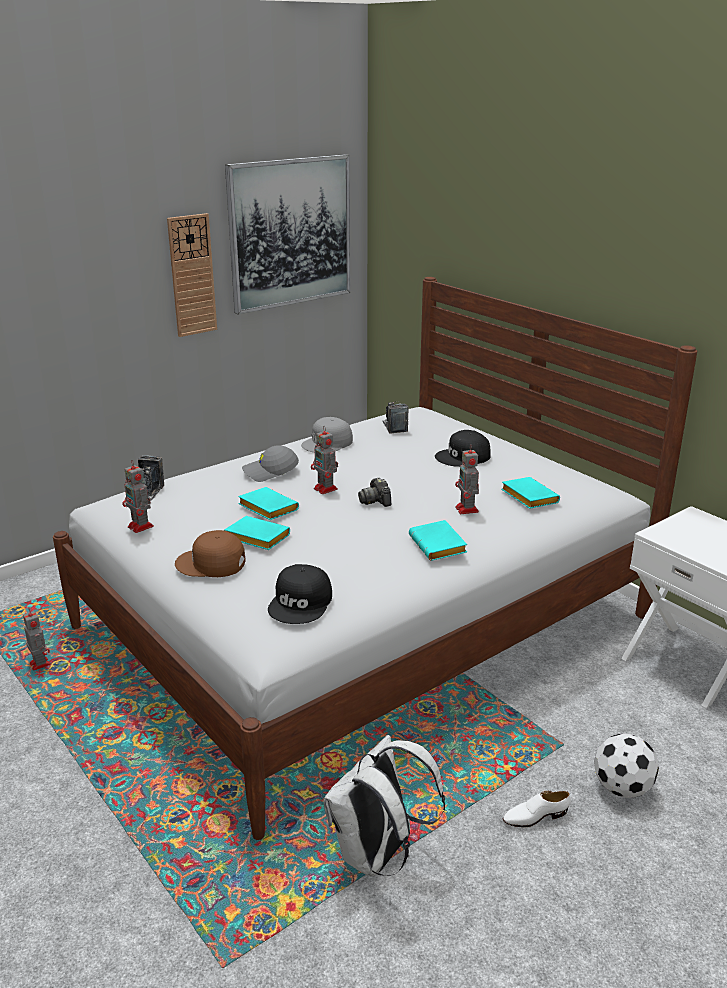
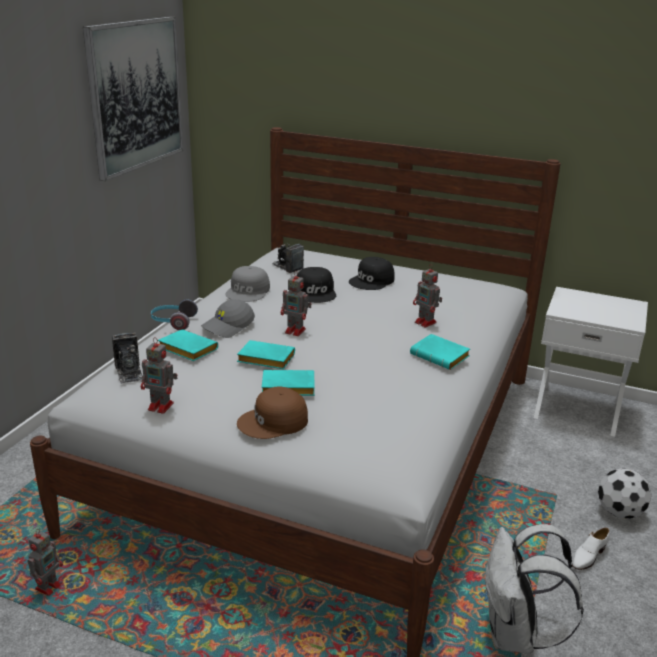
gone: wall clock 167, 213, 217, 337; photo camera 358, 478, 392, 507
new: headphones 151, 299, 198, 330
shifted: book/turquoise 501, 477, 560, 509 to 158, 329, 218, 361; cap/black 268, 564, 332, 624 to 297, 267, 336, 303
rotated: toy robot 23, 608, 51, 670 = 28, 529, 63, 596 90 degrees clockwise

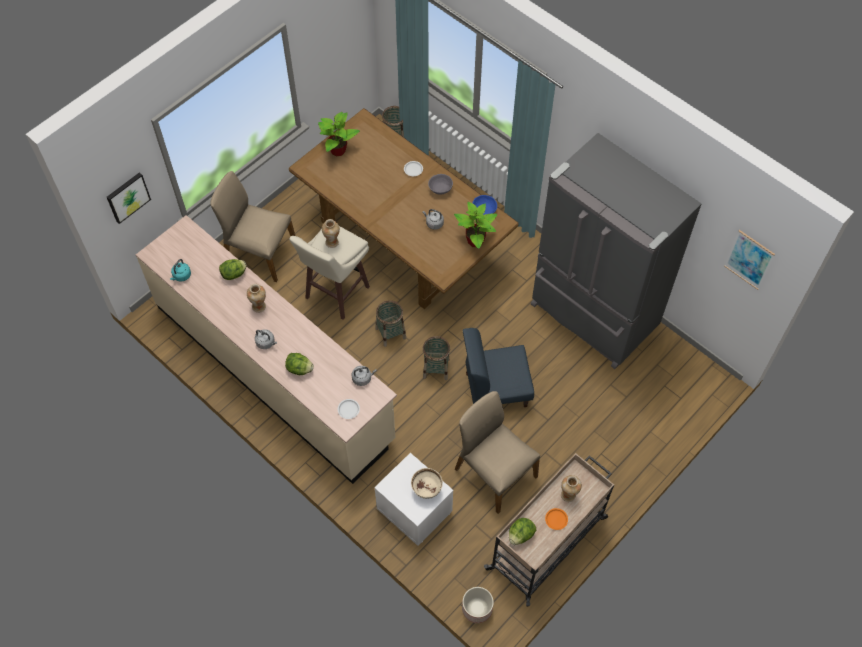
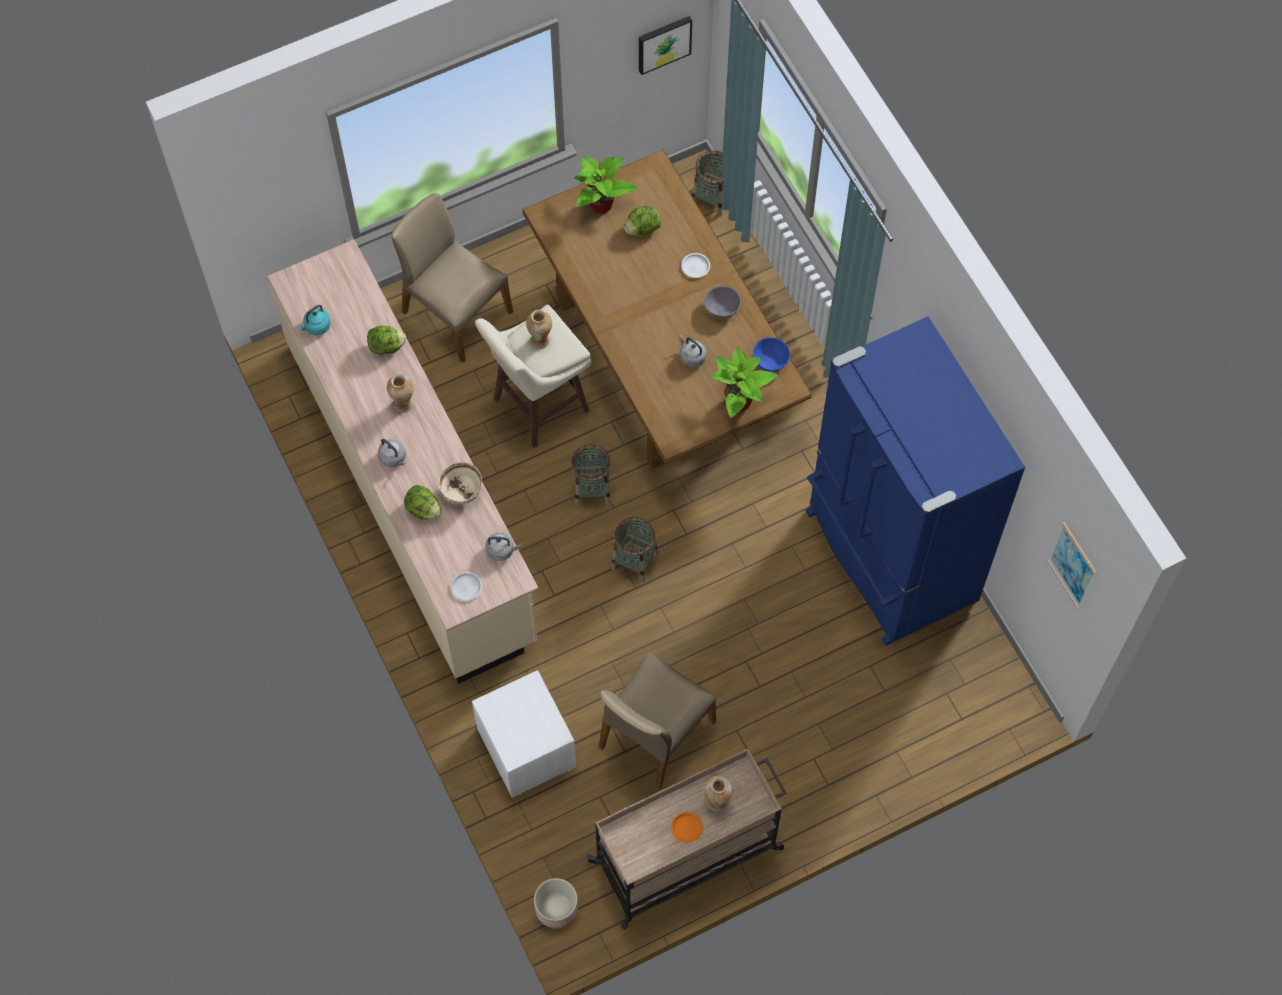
gone: chair/blue 462, 328, 534, 407
shifted: picture 107, 172, 151, 224 to 639, 16, 692, 75; bowl/beige 411, 468, 443, 499 to 438, 462, 482, 504; lettuce 509, 518, 537, 545 to 624, 206, 661, 235
repainted: fridge/grey 531, 133, 701, 369 to fridge/blue 806, 317, 1025, 646
rotated: chair/beige 455, 391, 540, 514 = 599, 652, 716, 790 120 degrees counterclockwise

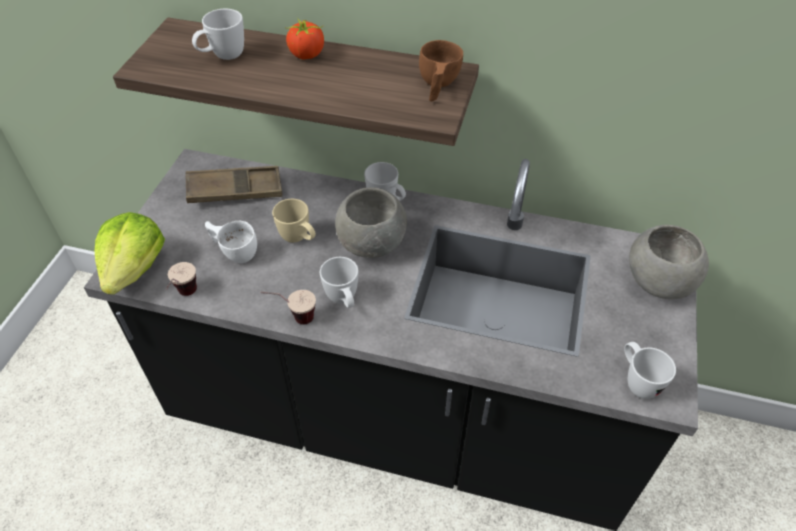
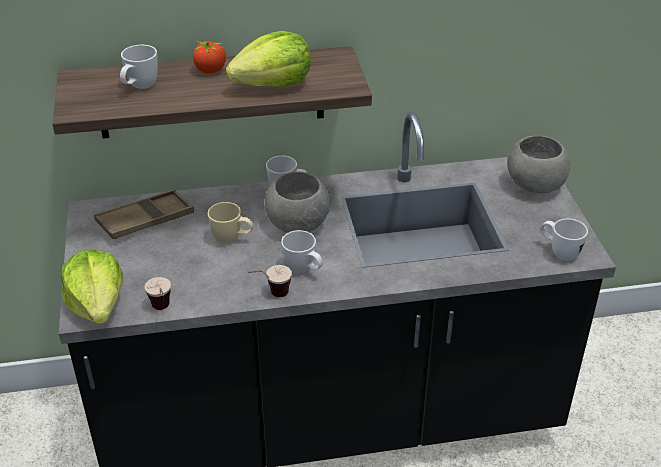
gone: cup/brown 419, 40, 463, 101; cup/white 205, 221, 257, 263
new: lettuce 226, 31, 311, 87

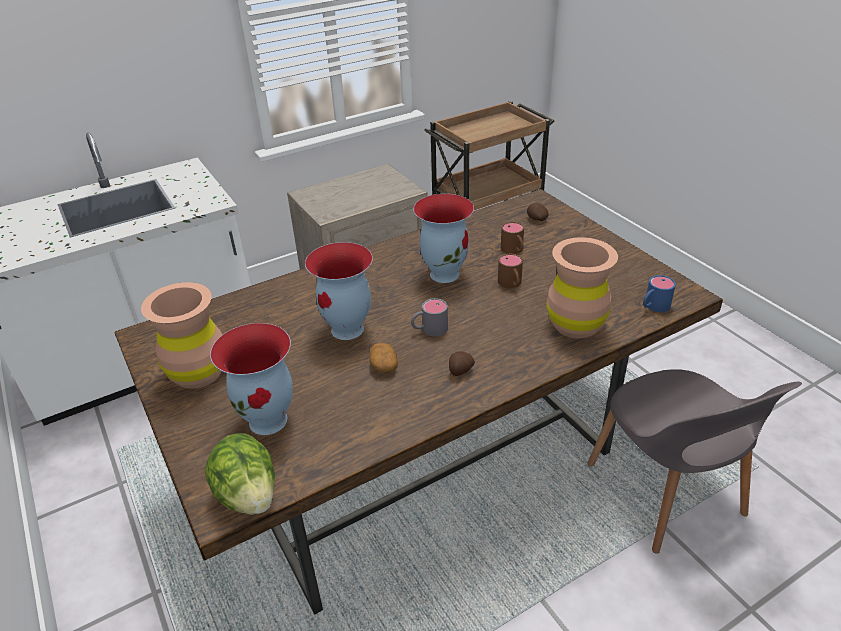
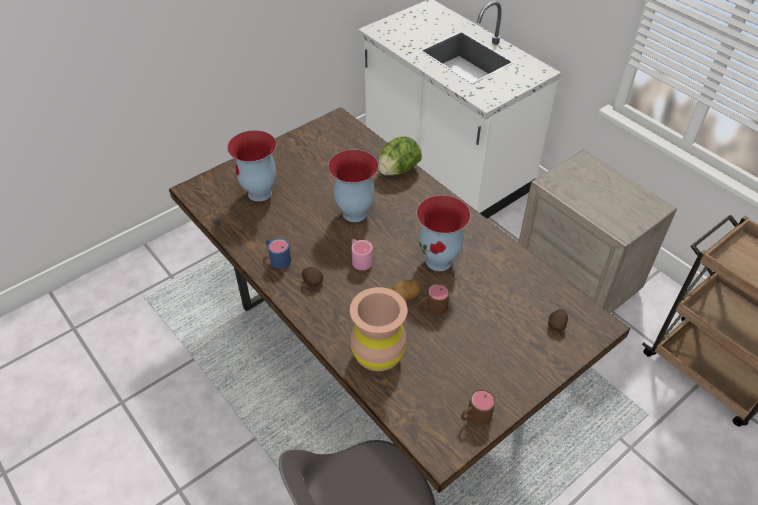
gone: vase/brown 141, 282, 222, 389
shifted: mug/brown 501, 222, 524, 254 to 461, 389, 495, 425; mug/blue 643, 275, 676, 312 to 266, 238, 291, 269; potato 369, 343, 398, 373 to 392, 280, 421, 301; lettuce 206, 433, 275, 515 to 378, 136, 422, 176
repainted: mug/grey 411, 298, 448, 336 to mug/pink 352, 239, 373, 270

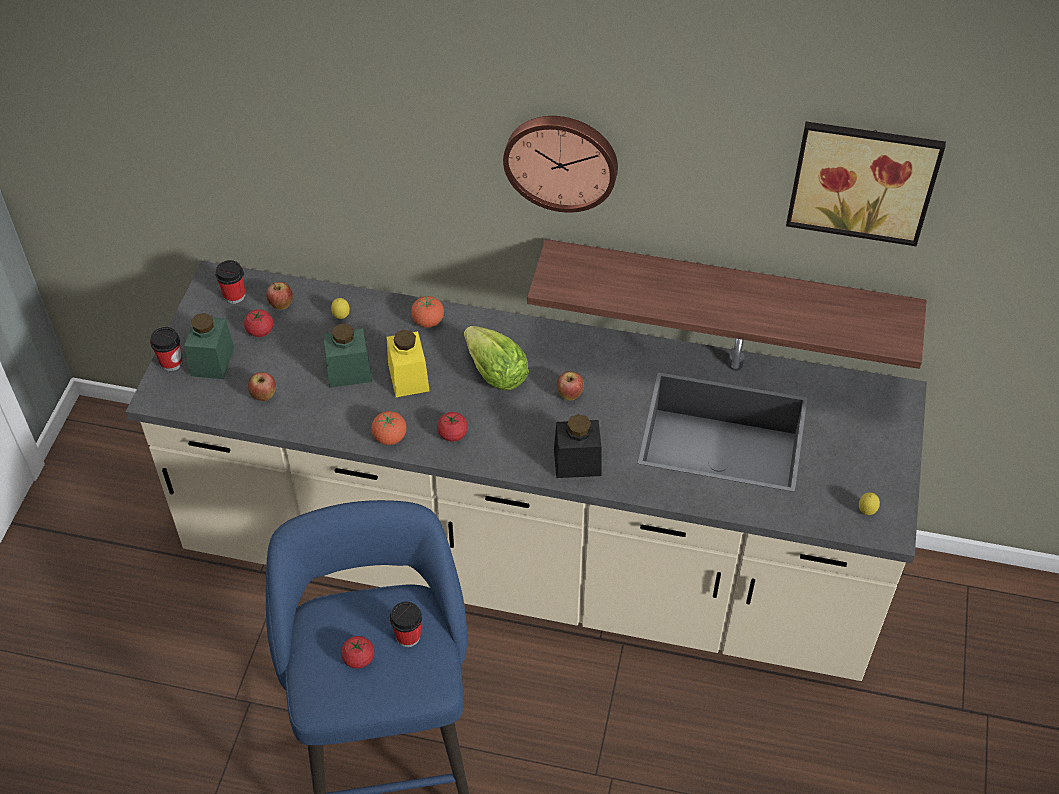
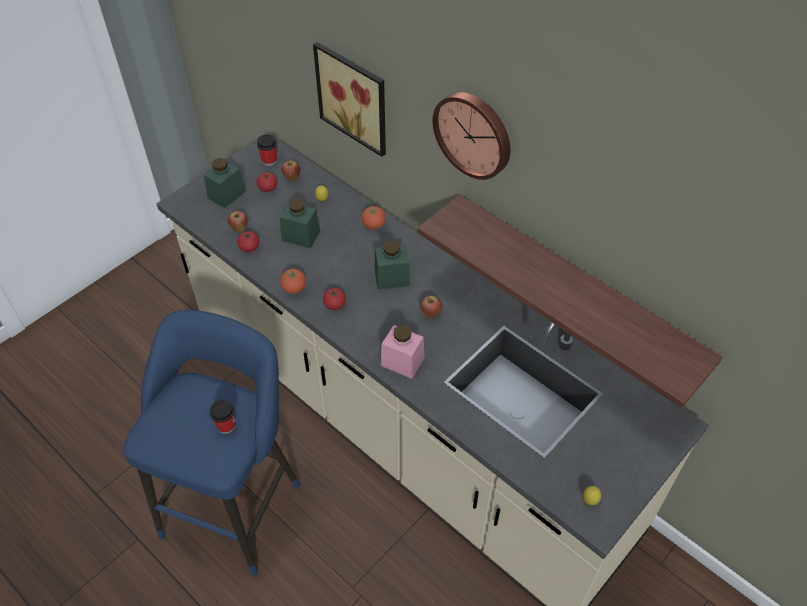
gone: cup 150, 327, 183, 371; jar/yellow 387, 330, 430, 397
shifted: picture 786, 121, 946, 246 to 313, 42, 386, 157; tomato 341, 636, 374, 669 to 237, 231, 260, 252
swapped: lettuce 464, 326, 529, 391 to jar/green 375, 241, 410, 289
repainted: jar/black 554, 414, 602, 478 to jar/pink 381, 325, 425, 379

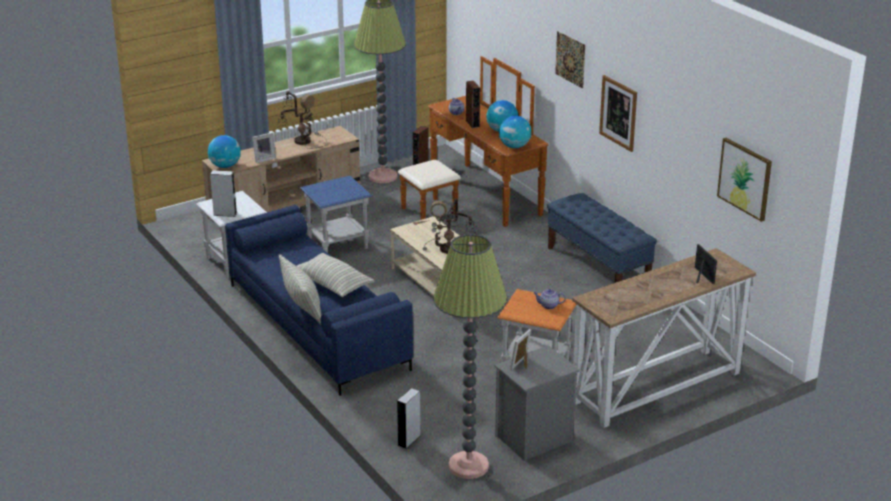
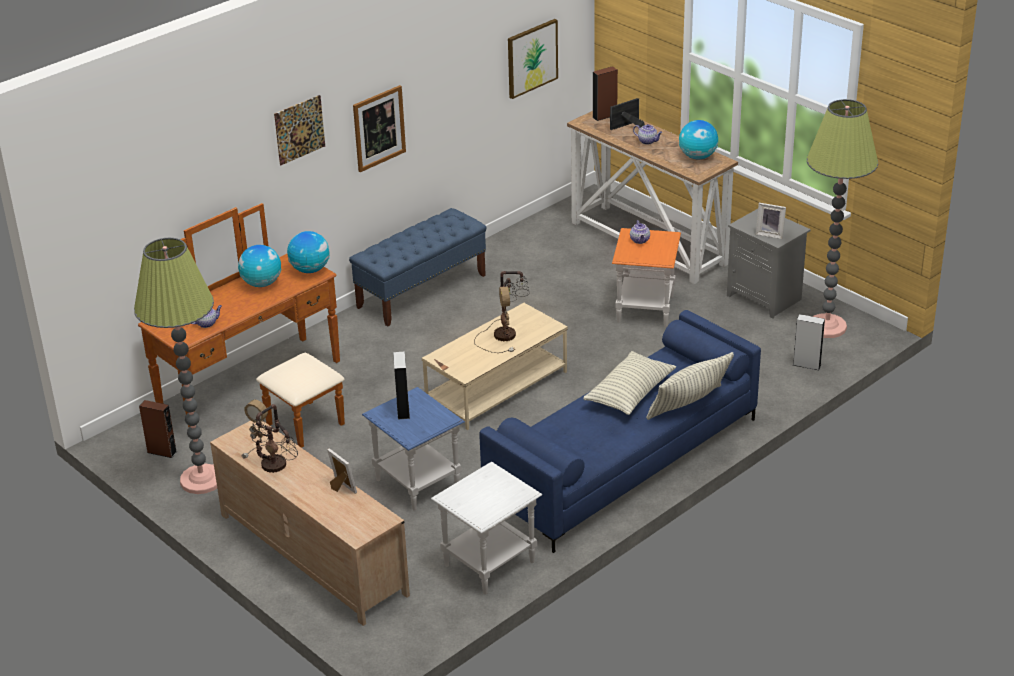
new: teapot 633, 124, 663, 145
shifted: speaker/brown 466, 81, 480, 128 to 592, 66, 618, 121; globe 208, 135, 241, 168 to 679, 120, 718, 160; speaker/grey 210, 170, 237, 217 to 393, 351, 410, 420

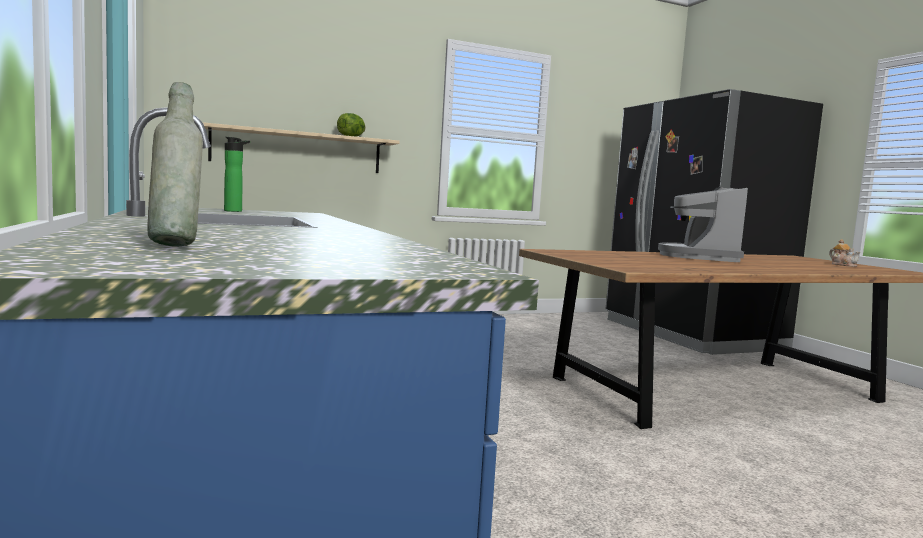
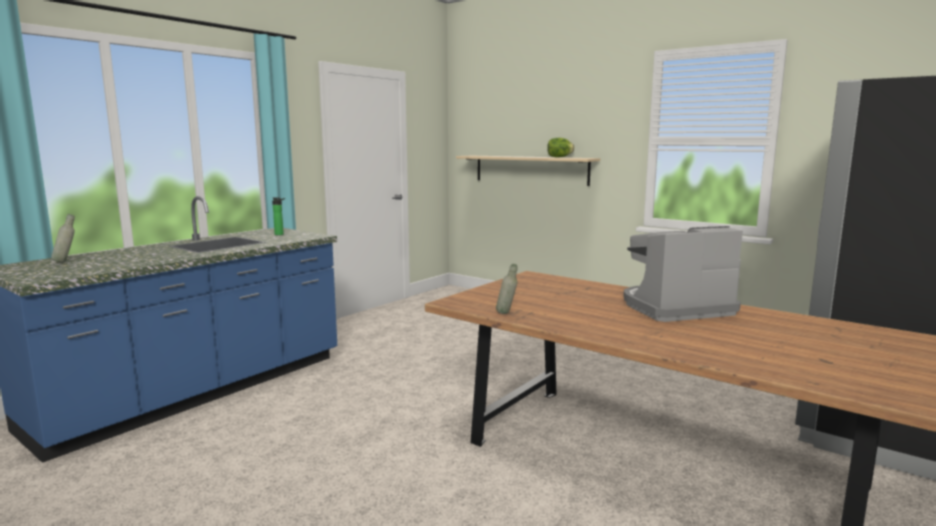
gone: teapot 829, 239, 860, 267
new: bottle/grey 496, 264, 518, 314

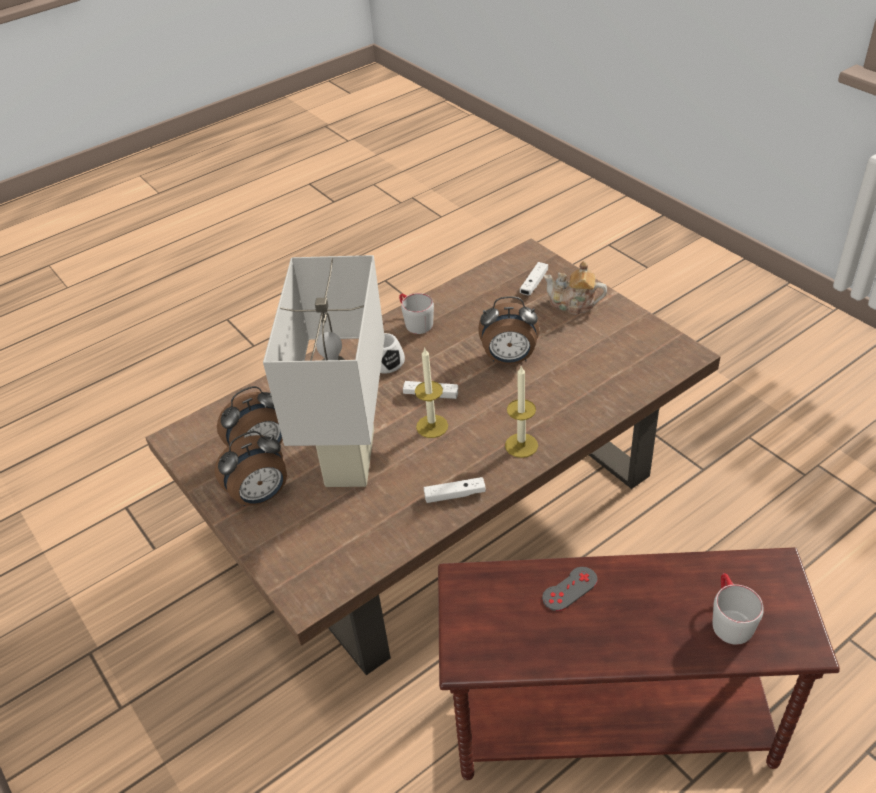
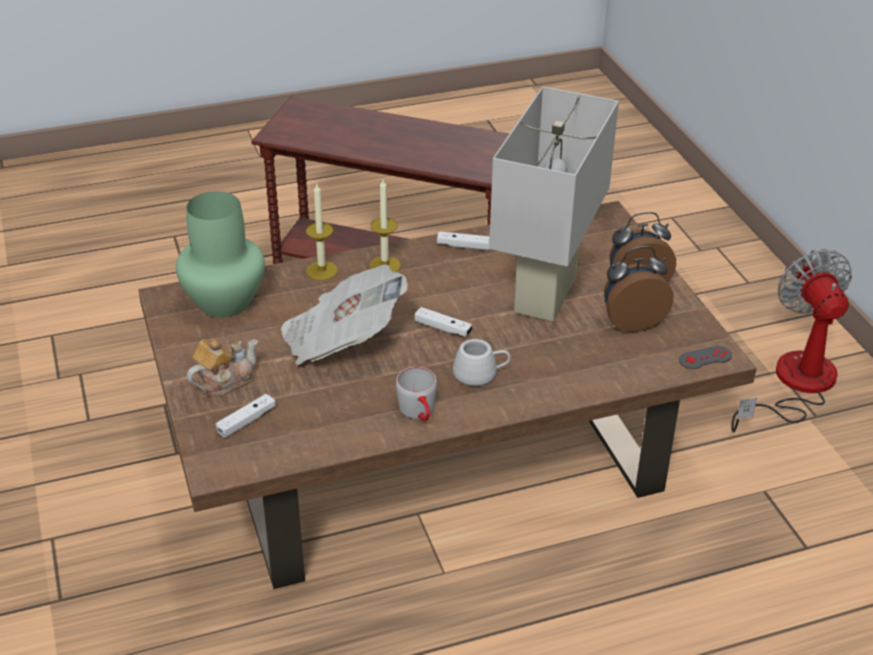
gone: mug/grey 712, 573, 764, 645
new: vase/green 176, 191, 265, 317; fan 731, 249, 852, 432
shifted: candle 415, 347, 448, 438 to 306, 184, 338, 280; game controller/grey 542, 567, 598, 611 to 679, 346, 732, 369
swapped: alarm clock 479, 296, 539, 364 to newspaper 281, 265, 408, 365
rotated: teapot 544, 261, 607, 315 = 187, 339, 258, 397 75 degrees counterclockwise

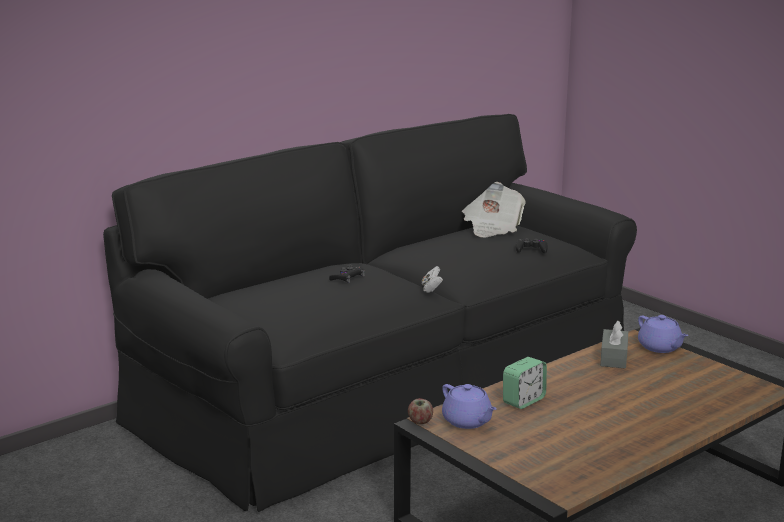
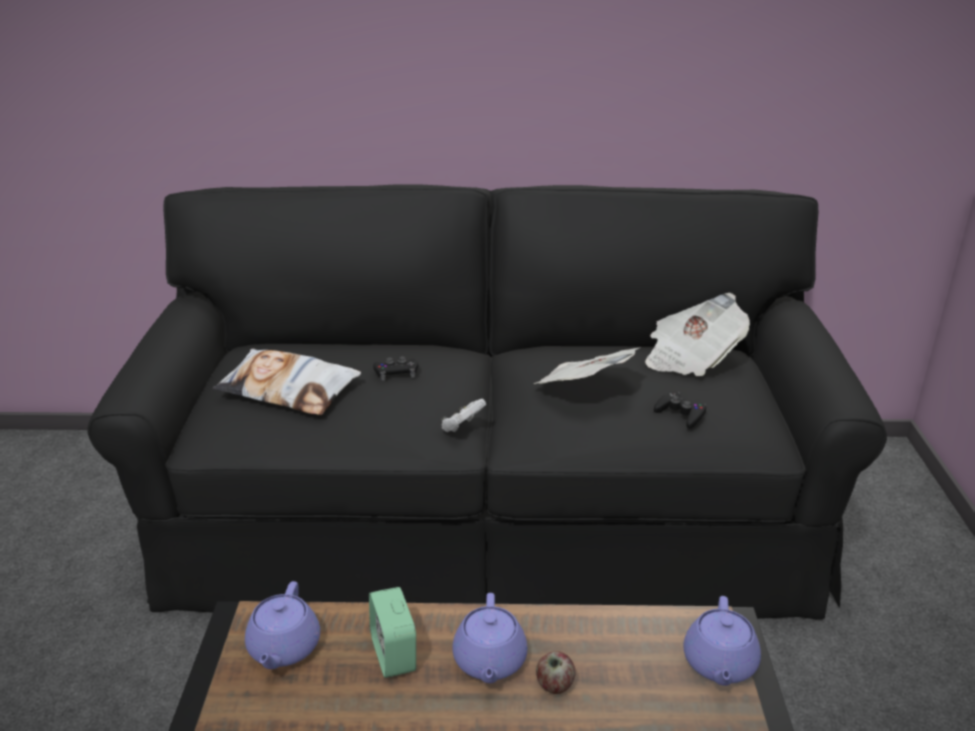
gone: tissue box/grey 600, 321, 628, 369
new: newspaper 534, 347, 642, 384; pillow 213, 348, 361, 415; teapot/purple 452, 593, 528, 683
shifted: apple 408, 398, 433, 424 to 536, 651, 576, 694
rotated: alarm clock 503, 357, 547, 409 = 369, 587, 416, 678 75 degrees clockwise

